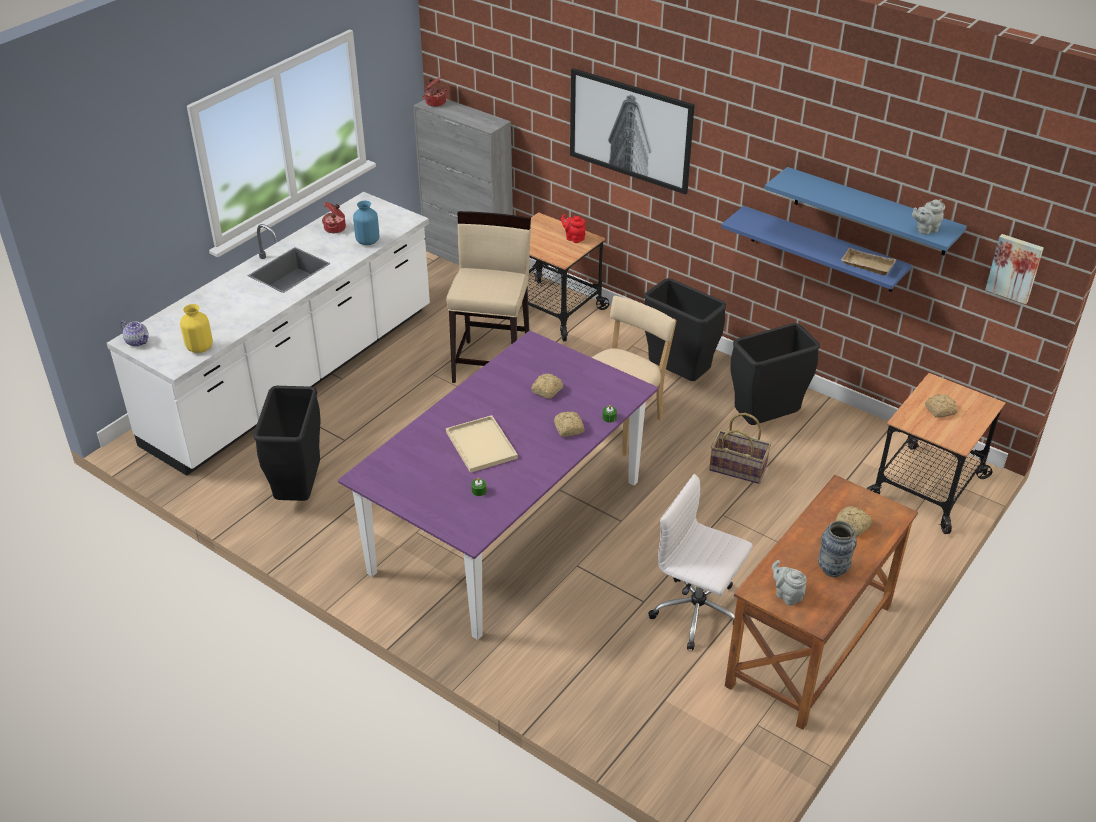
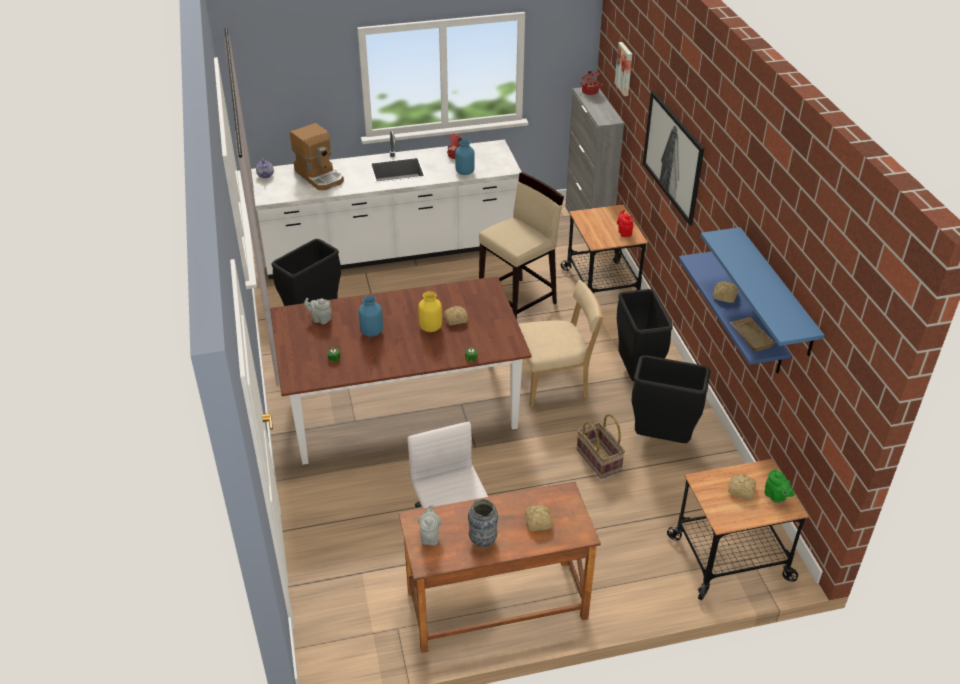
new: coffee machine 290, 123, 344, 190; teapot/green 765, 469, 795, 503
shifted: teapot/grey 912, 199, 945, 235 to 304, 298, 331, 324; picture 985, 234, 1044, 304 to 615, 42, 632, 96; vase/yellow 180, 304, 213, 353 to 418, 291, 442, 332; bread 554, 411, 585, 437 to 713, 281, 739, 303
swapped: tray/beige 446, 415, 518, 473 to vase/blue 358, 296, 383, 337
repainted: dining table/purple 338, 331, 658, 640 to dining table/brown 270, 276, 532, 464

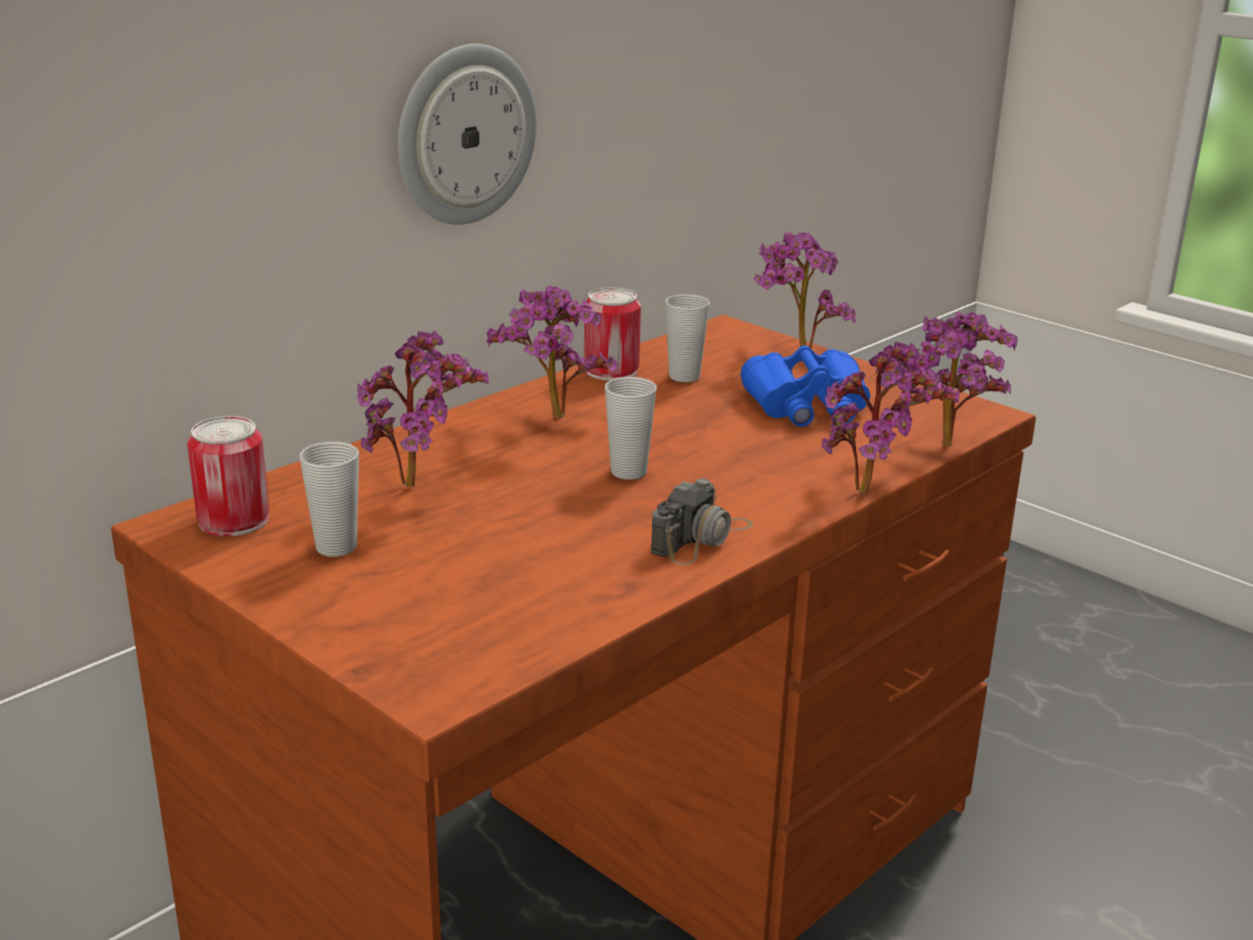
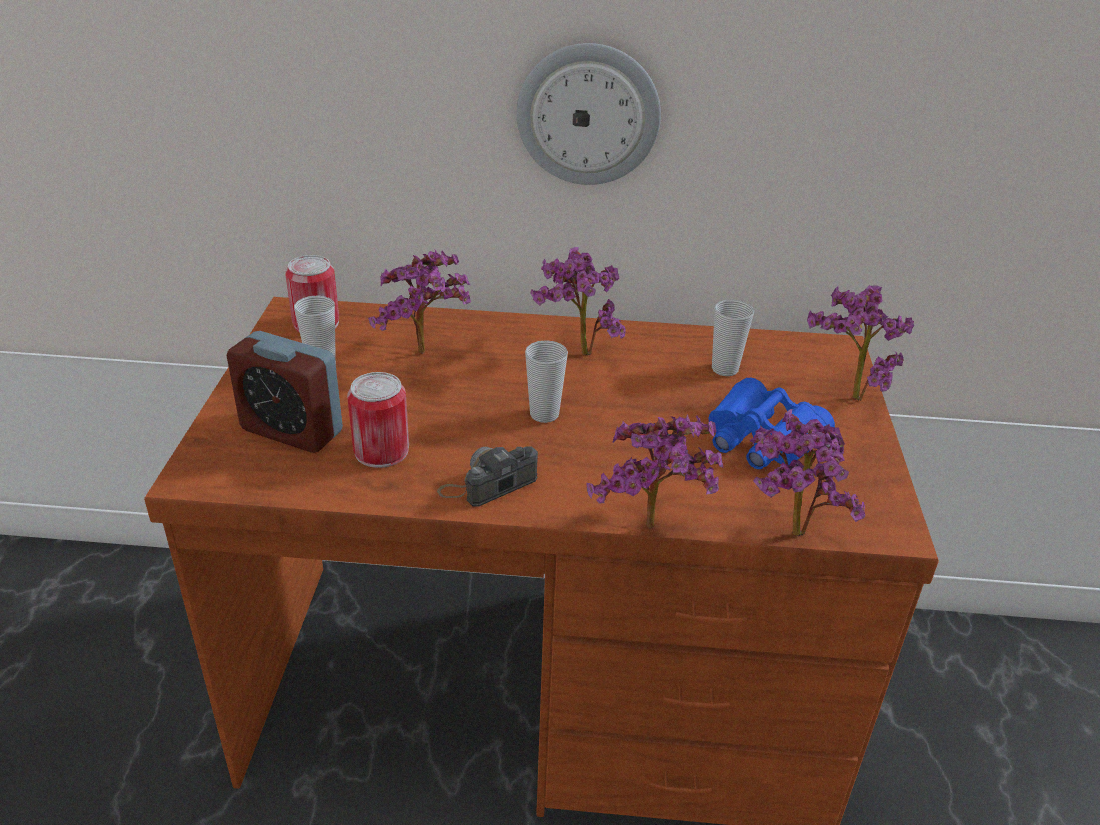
new: alarm clock 226, 331, 343, 453
shifted: can 584, 288, 641, 381 to 347, 372, 409, 468
rotated: photo camera 651, 478, 753, 565 = 437, 447, 538, 506 150 degrees clockwise

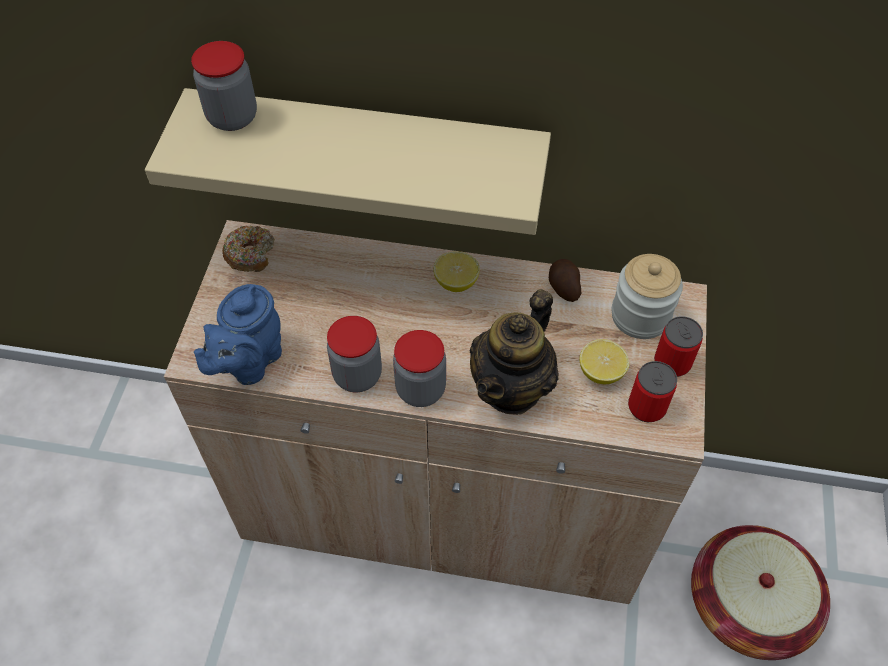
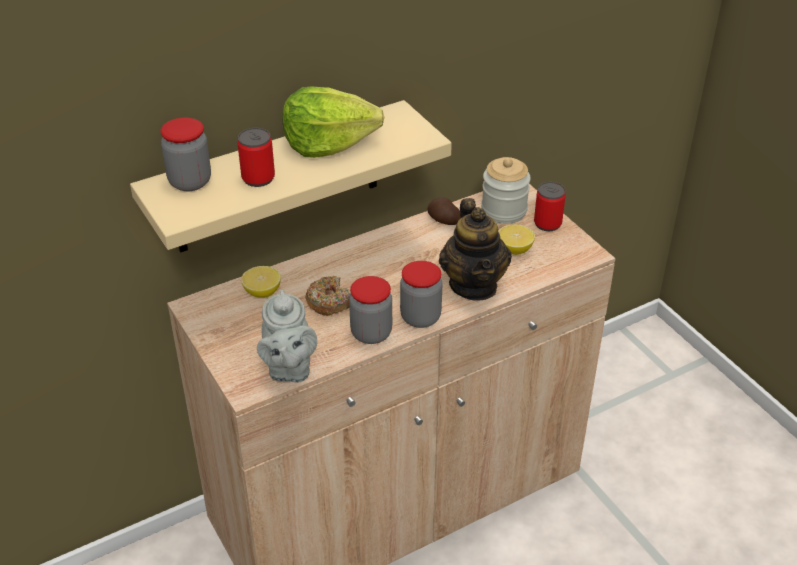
gone: basket 691, 525, 830, 660
new: lettuce 282, 86, 384, 158
shifted: donut 222, 226, 275, 272 to 306, 276, 351, 316; lemon 433, 251, 480, 292 to 241, 266, 281, 298; can 628, 361, 677, 422 to 237, 128, 275, 187
repainted: teapot/blue 194, 284, 282, 385 to teapot/grey 257, 289, 317, 382

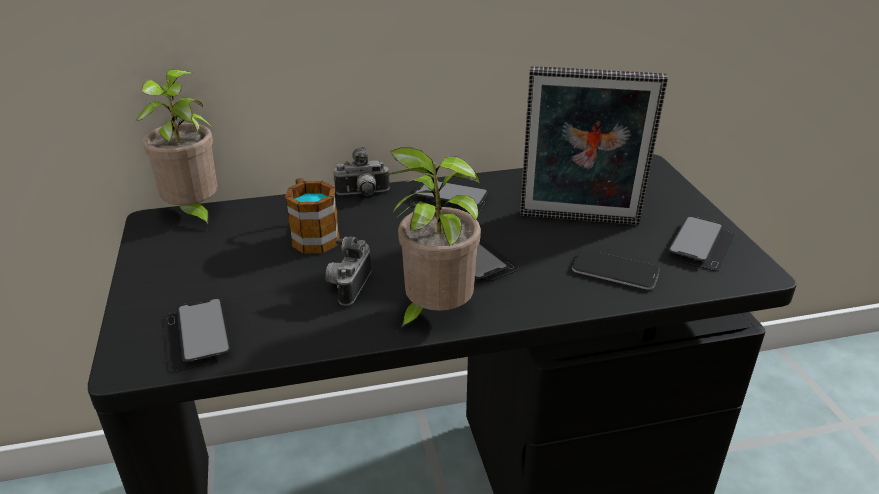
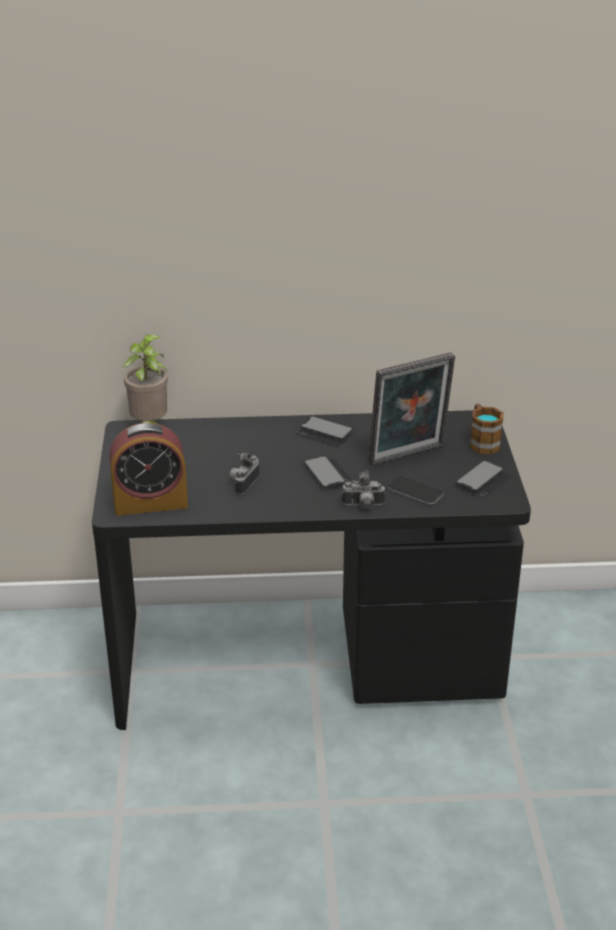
gone: potted plant 382, 147, 481, 331
shifted: photo camera 333, 147, 390, 196 to 342, 470, 386, 509; mug 285, 178, 340, 253 to 470, 404, 503, 454
swapped: phone 163, 298, 231, 372 to alarm clock 110, 423, 188, 516
rotated: picture frame 520, 66, 668, 225 = 368, 352, 455, 466 45 degrees counterclockwise

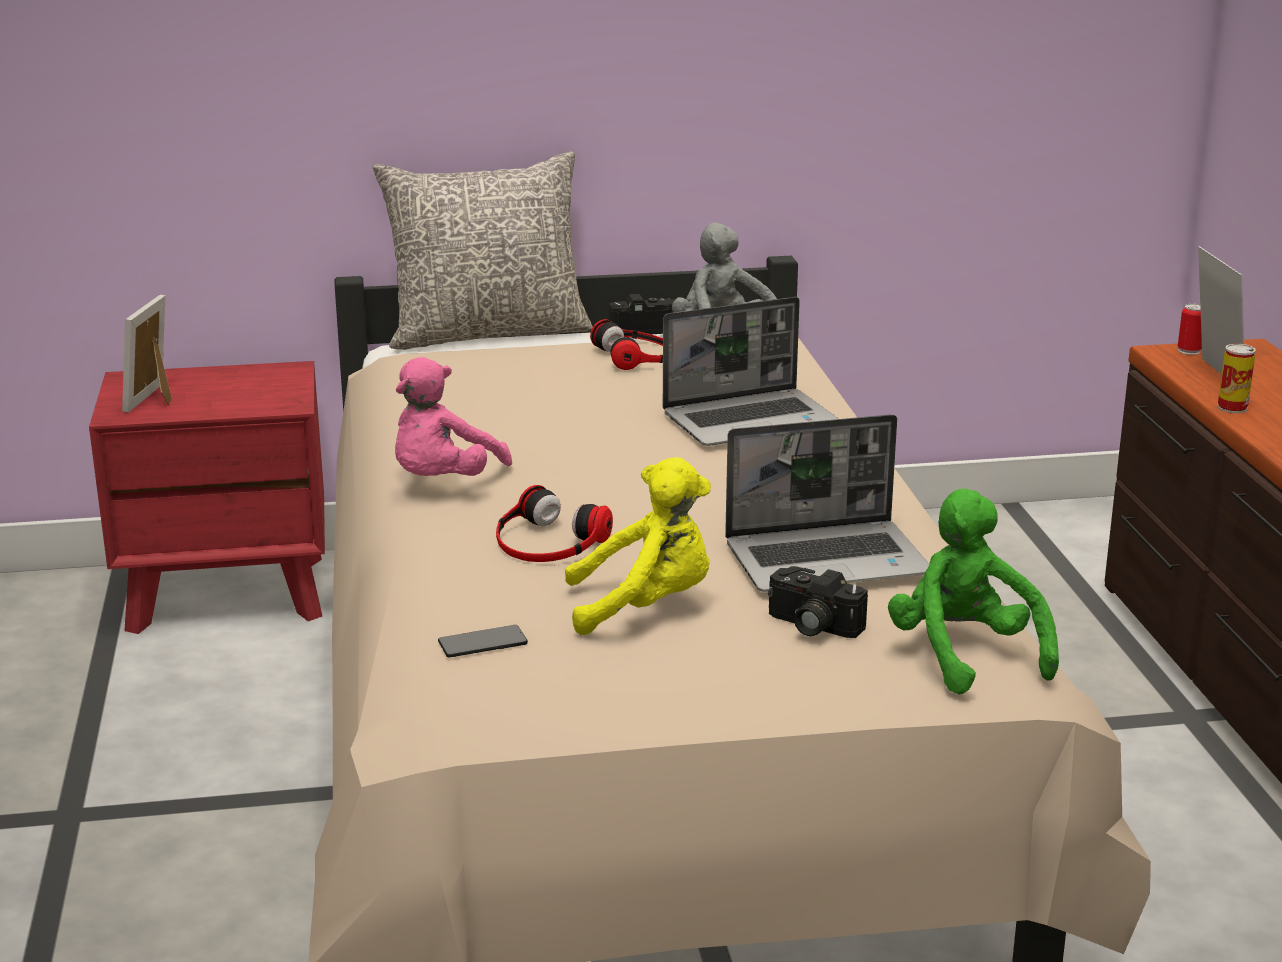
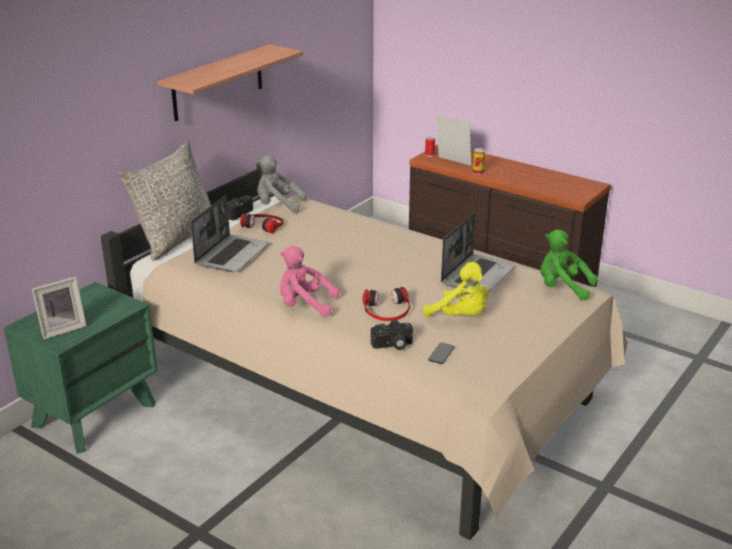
new: shelf 158, 44, 303, 121
shifted: laptop 663, 297, 839, 446 to 191, 195, 269, 272; photo camera 768, 566, 868, 638 to 371, 320, 413, 350
repainted: nightstand/red 89, 361, 325, 634 to nightstand/green 4, 282, 157, 454
rotated: picture frame 122, 295, 172, 413 = 32, 277, 86, 339 90 degrees counterclockwise; plush toy/pink 395, 357, 512, 476 = 280, 246, 339, 317 120 degrees clockwise; plush toy/yellow 565, 457, 711, 635 = 423, 262, 488, 317 90 degrees clockwise

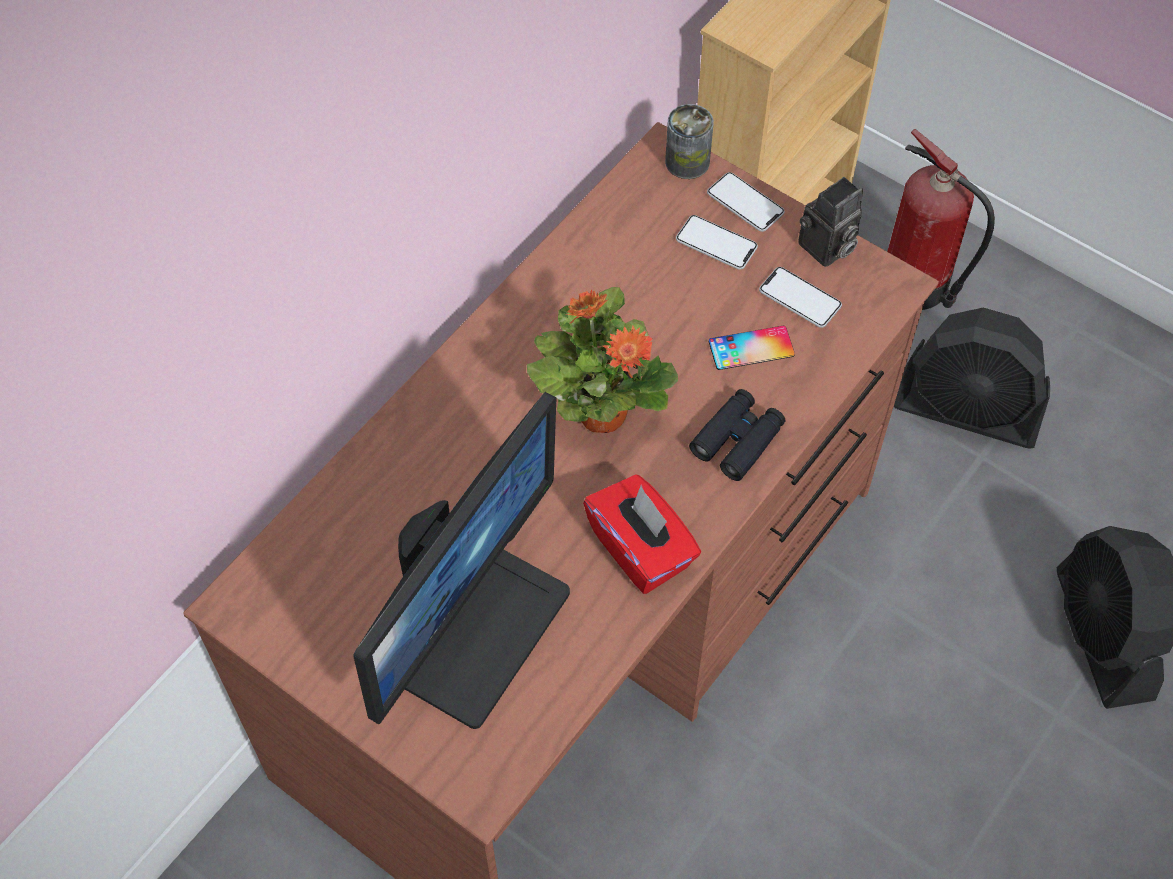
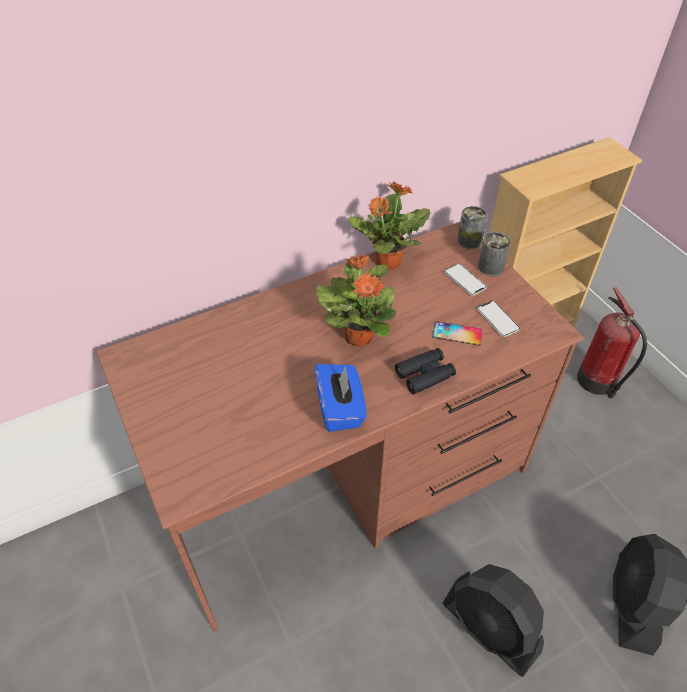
gone: photo camera 798, 177, 863, 267; monitor 353, 392, 570, 729
new: potted plant 348, 182, 431, 270
shifted: fan/black 894, 308, 1050, 449 to 443, 564, 544, 677
swapped: phone 707, 172, 785, 232 to can 478, 232, 510, 276
repainted: tissue box/red 583, 474, 701, 594 to tissue box/blue 315, 364, 367, 432

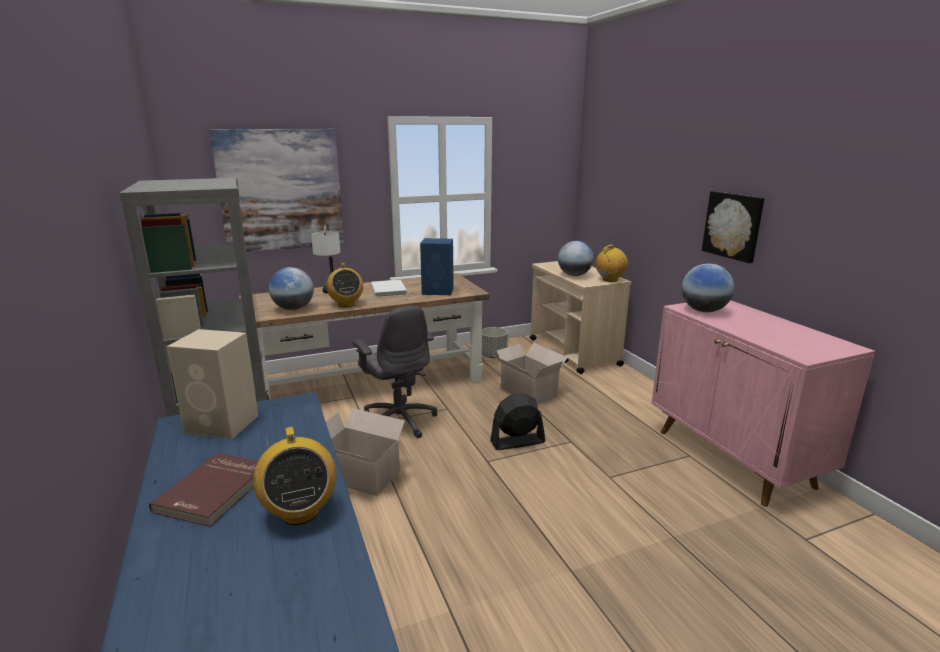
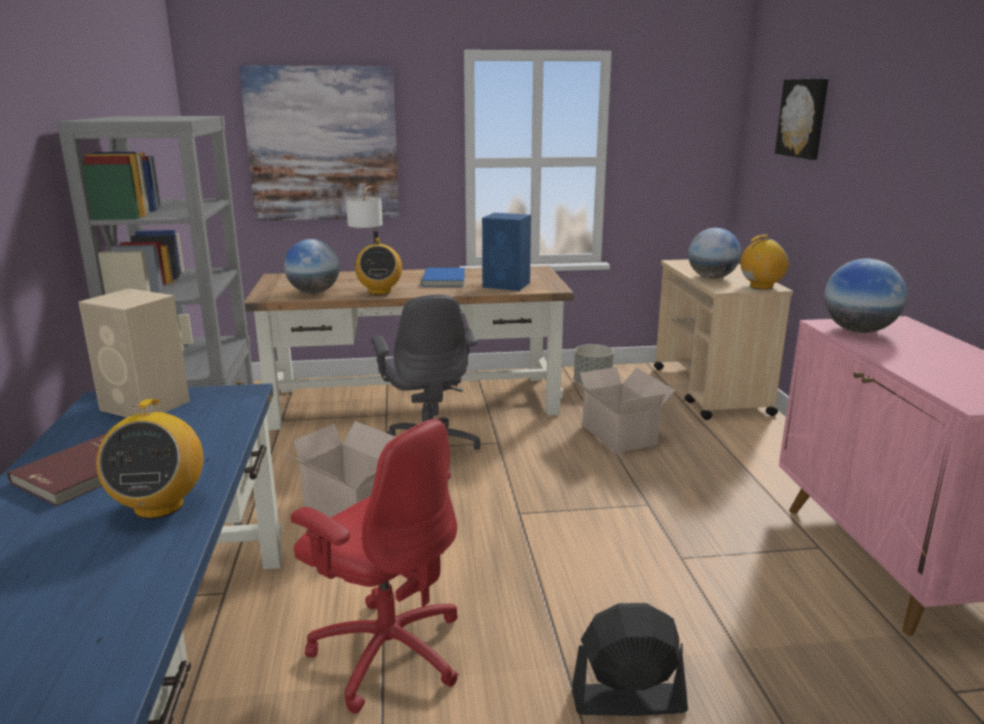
new: office chair/red 291, 419, 459, 714
shifted: picture 702, 191, 764, 263 to 775, 78, 829, 160; fan/black 490, 393, 545, 450 to 572, 603, 688, 716
repainted: book/white 371, 280, 407, 297 to book/blue 421, 268, 465, 287

